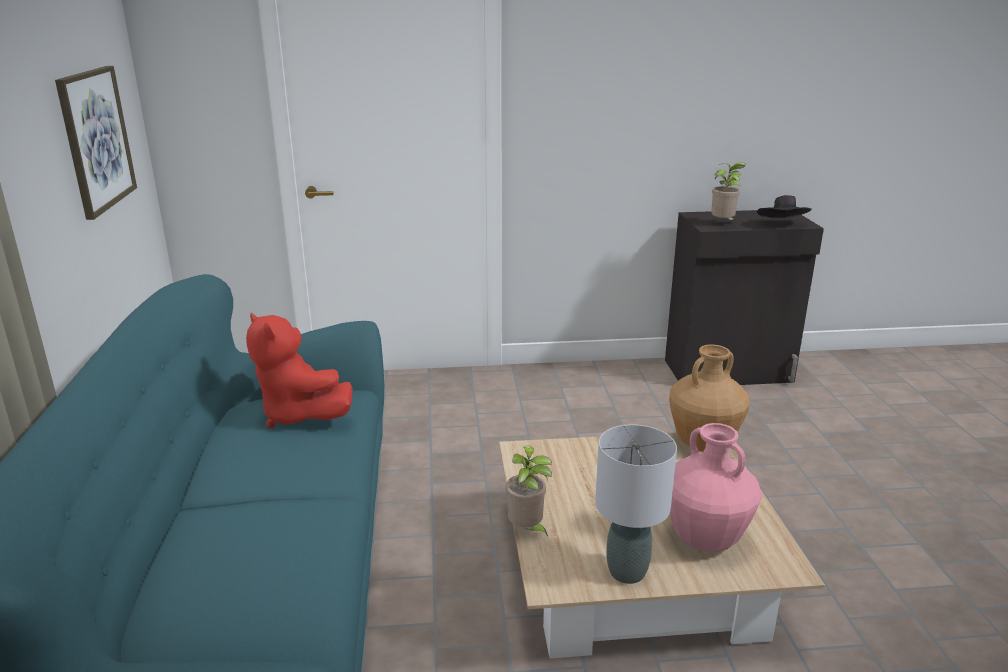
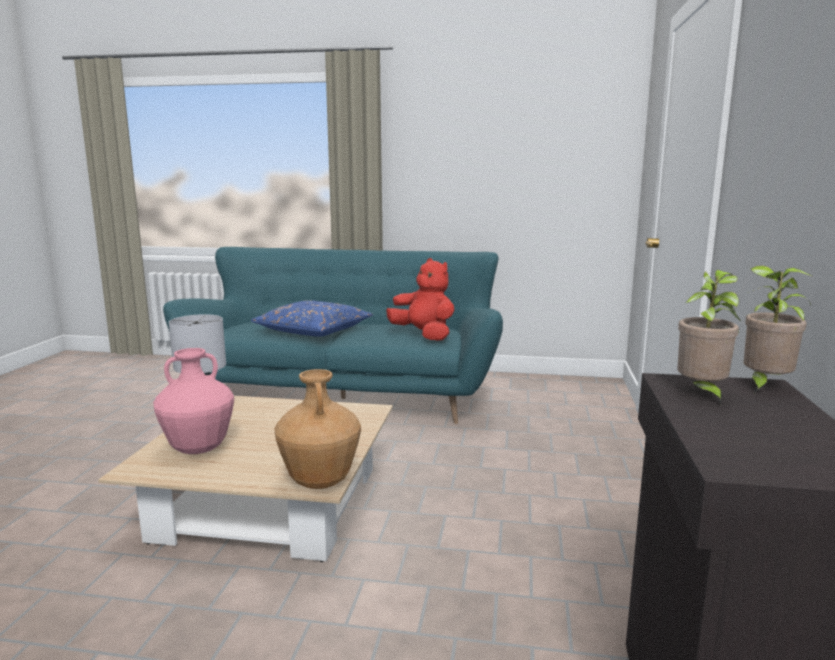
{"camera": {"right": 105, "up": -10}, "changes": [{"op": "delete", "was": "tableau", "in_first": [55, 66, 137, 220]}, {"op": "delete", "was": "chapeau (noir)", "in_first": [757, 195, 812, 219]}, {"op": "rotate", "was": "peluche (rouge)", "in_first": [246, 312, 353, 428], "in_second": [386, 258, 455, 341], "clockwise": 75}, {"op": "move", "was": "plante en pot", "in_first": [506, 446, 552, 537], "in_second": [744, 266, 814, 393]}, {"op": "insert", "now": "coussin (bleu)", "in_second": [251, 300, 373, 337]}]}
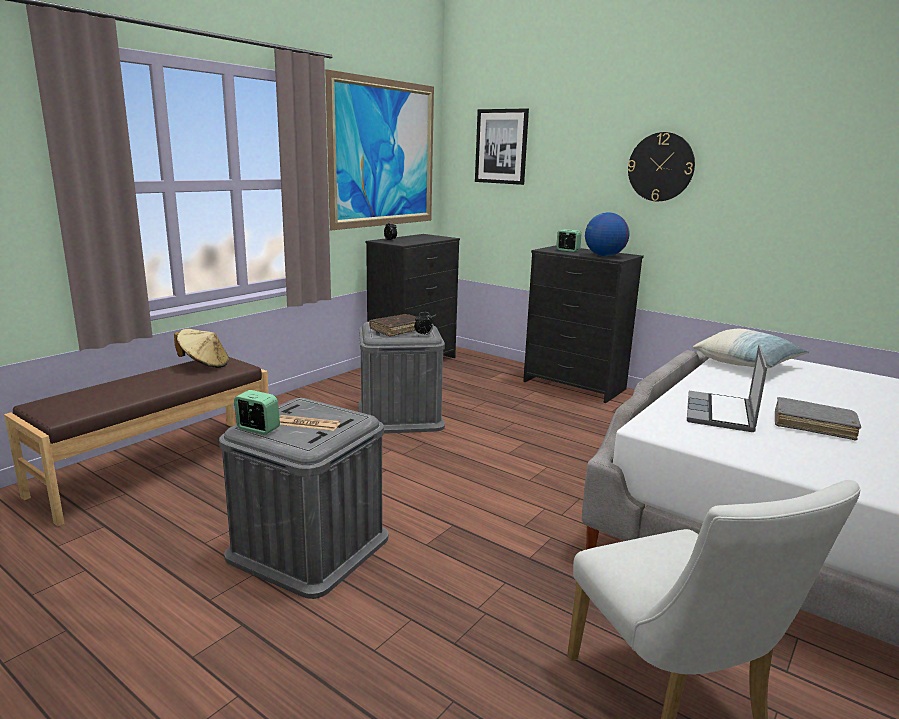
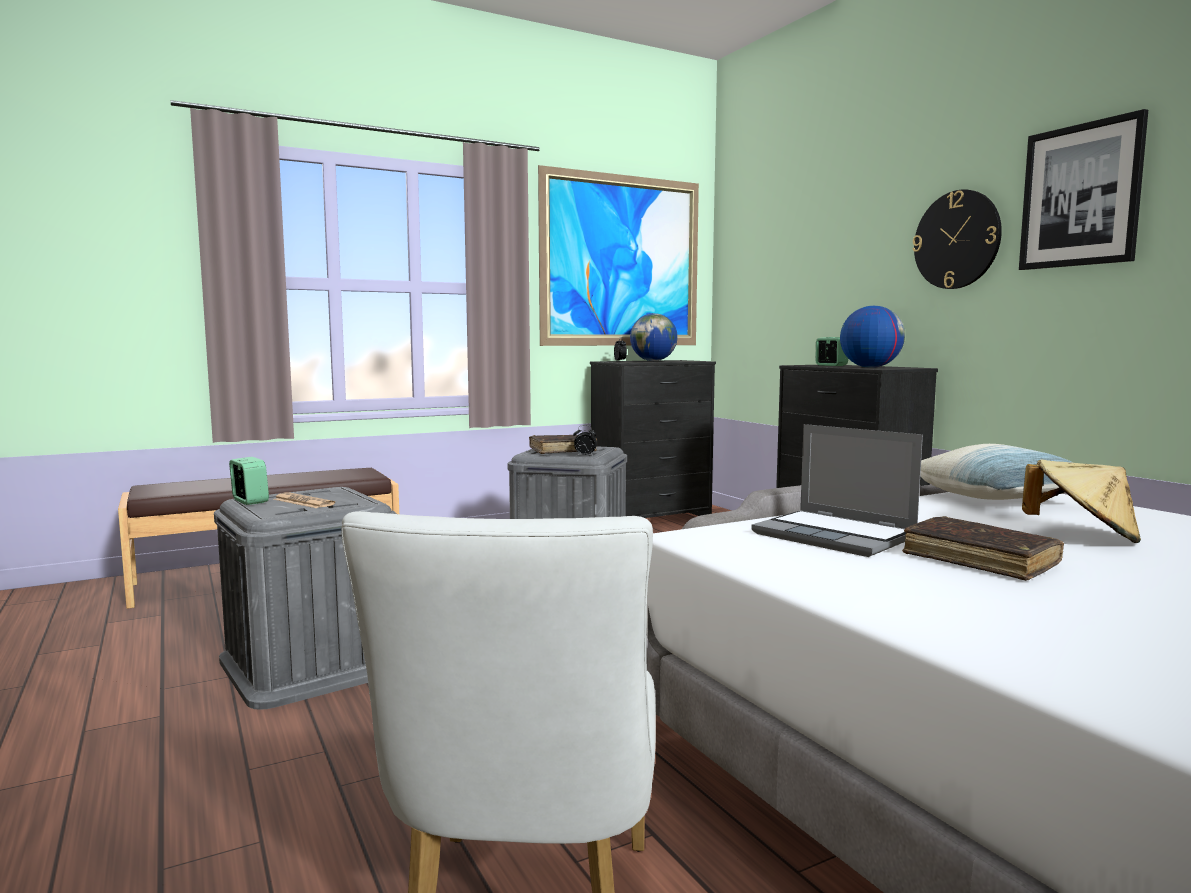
{"camera": {"right": 25, "up": -10}, "changes": [{"op": "move", "was": "tableau", "in_first": [475, 108, 529, 185], "in_second": [1019, 109, 1148, 270]}, {"op": "move", "was": "chapeau (beige)", "in_first": [174, 329, 229, 368], "in_second": [1022, 460, 1141, 543]}, {"op": "rotate", "was": "ordinateur portable", "in_first": [687, 344, 767, 432], "in_second": [751, 424, 923, 557], "clockwise": -90}, {"op": "recolor", "was": "livre (gris)", "now": "livre (marron)", "in_first": [775, 397, 861, 441], "in_second": [902, 516, 1064, 581]}, {"op": "insert", "now": "globe", "in_second": [630, 313, 678, 361]}]}
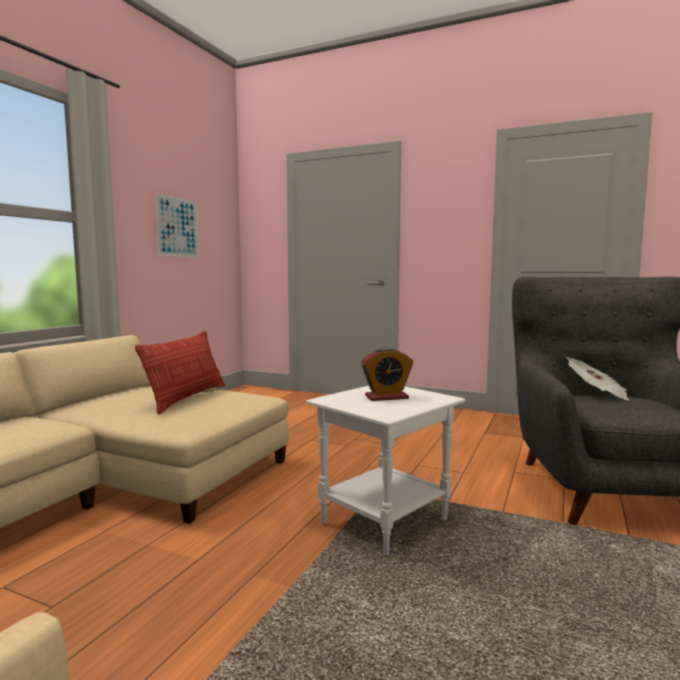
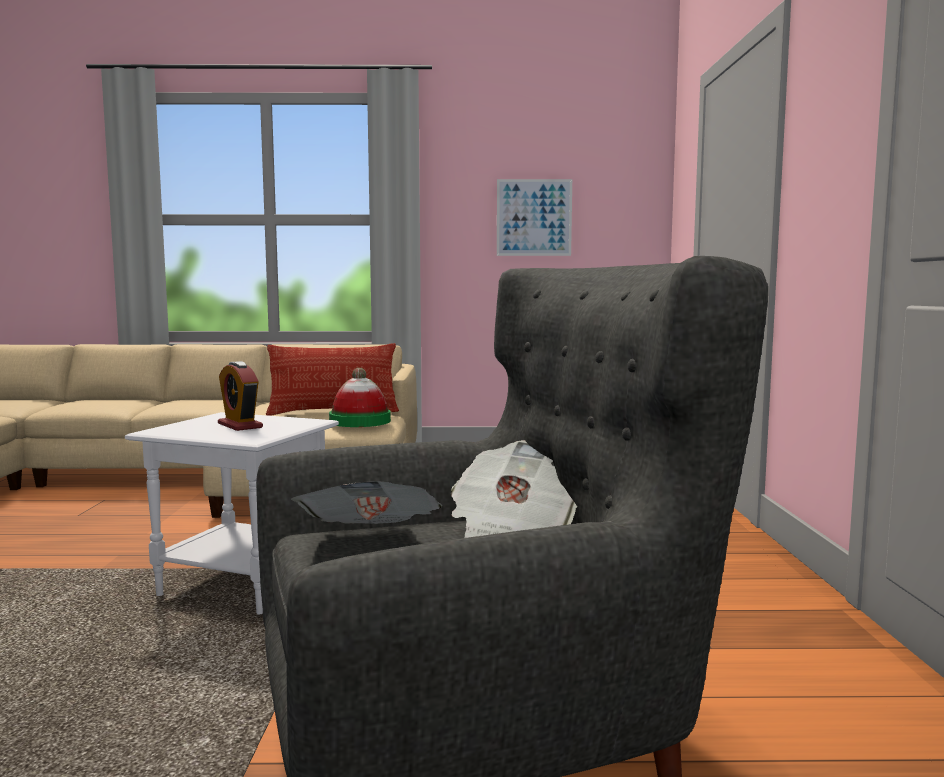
{"camera": {"right": 65, "up": 0}, "changes": [{"op": "insert", "now": "chapeau", "in_second": [329, 368, 391, 427]}, {"op": "insert", "now": "journal", "in_second": [291, 481, 442, 524]}]}
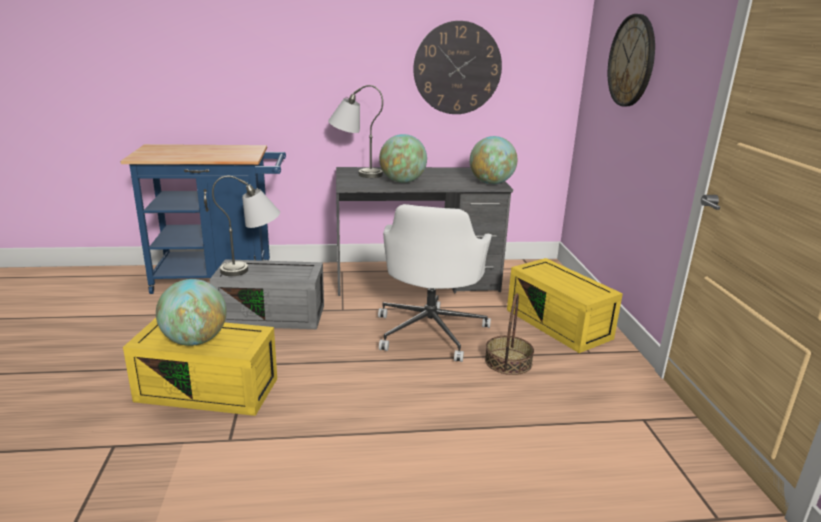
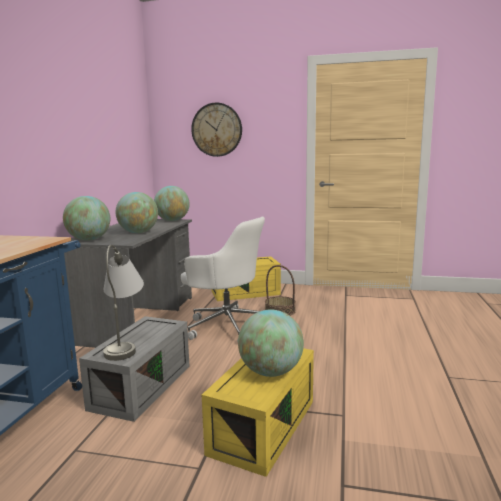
{"camera": {"right": -70, "up": -10}, "changes": [{"op": "delete", "was": "horloge murale", "in_first": [413, 21, 502, 114]}, {"op": "replace", "was": "lampe de table (gris)", "now": "globe", "in_first": [328, 85, 383, 178], "in_second": [63, 196, 110, 241]}]}
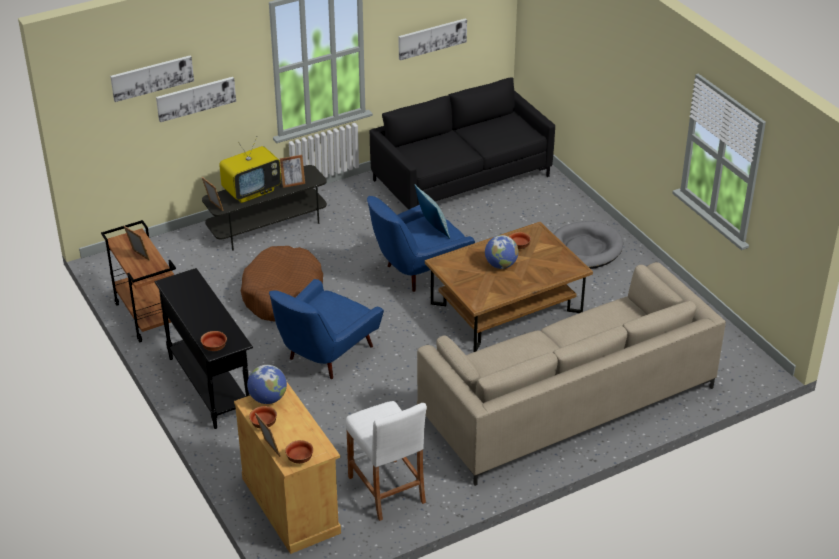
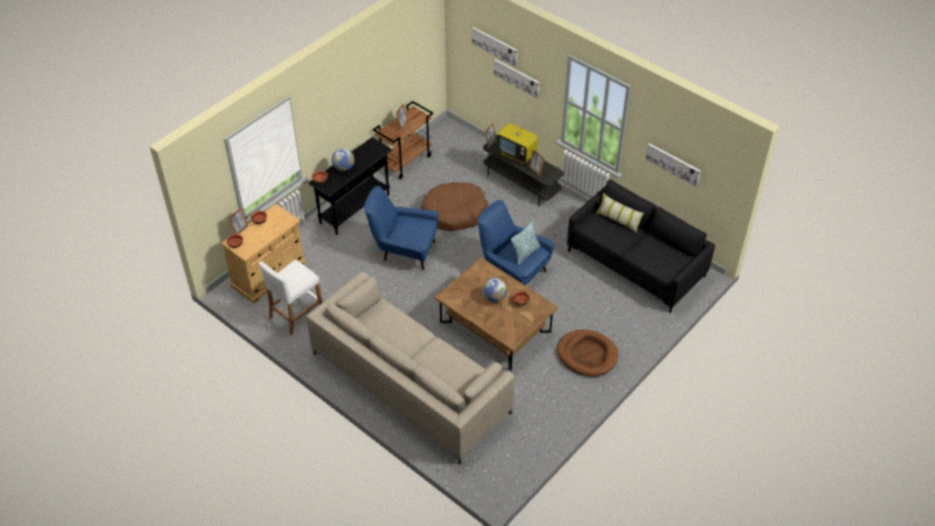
{"camera": {"right": 70, "up": 10}, "changes": [{"op": "recolor", "was": "panier pour chien (gris)", "now": "panier pour chien (marron)", "in_first": [553, 221, 623, 269], "in_second": [557, 330, 618, 376]}, {"op": "move", "was": "globe", "in_first": [247, 365, 287, 404], "in_second": [332, 148, 355, 171]}, {"op": "insert", "now": "coussin", "in_second": [596, 193, 644, 233]}]}
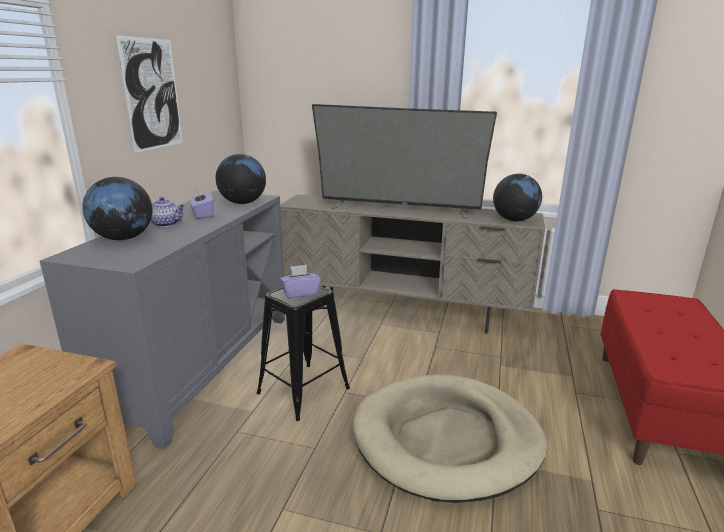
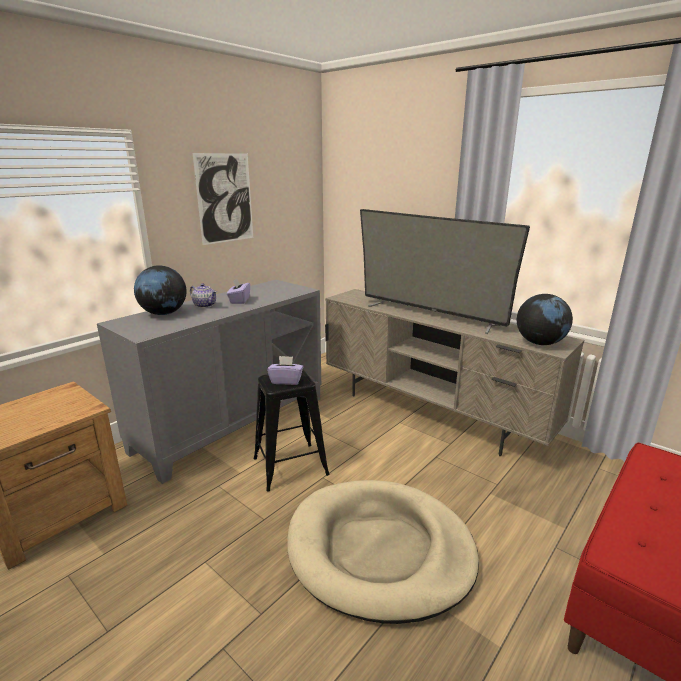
{"camera": {"right": 25, "up": 0}, "changes": [{"op": "delete", "was": "globe", "in_first": [216, 154, 266, 204]}]}
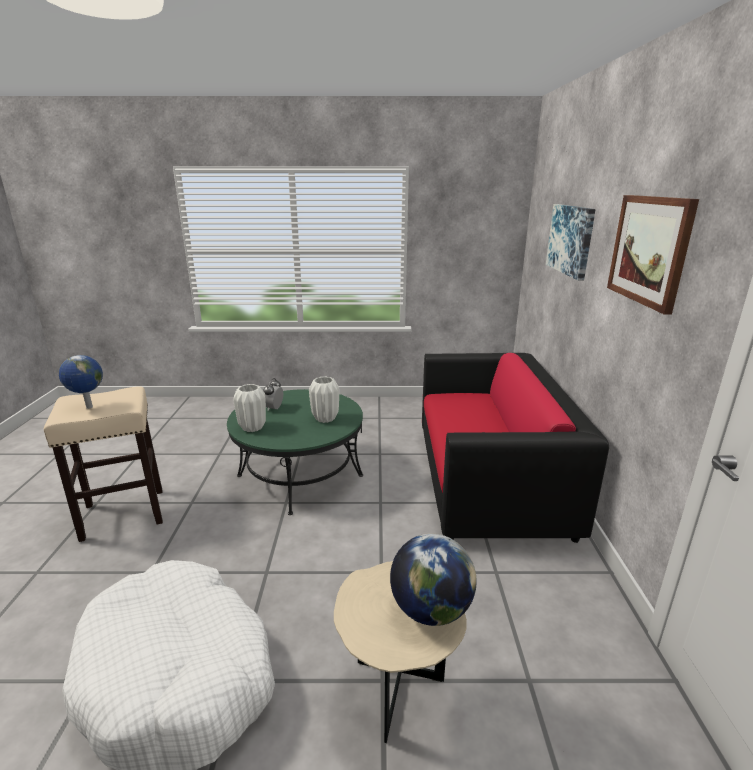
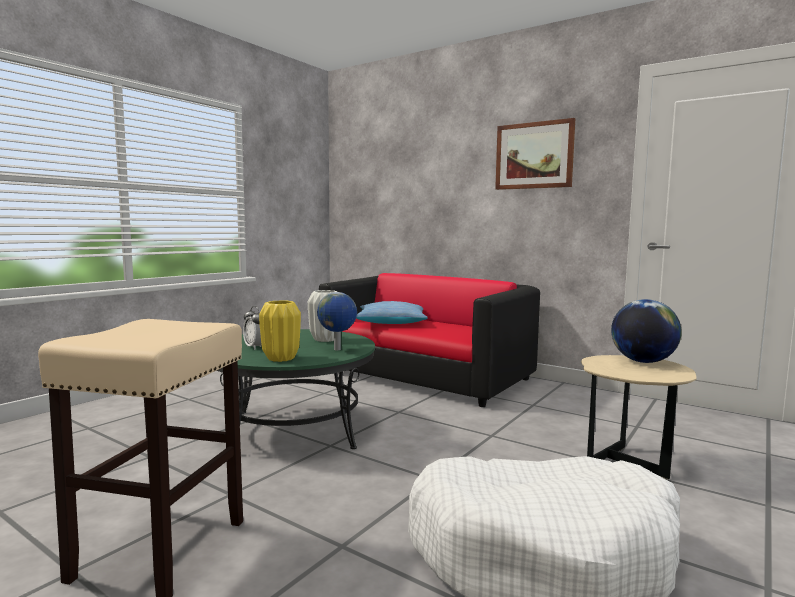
{"camera": {"right": -55, "up": -15}, "changes": [{"op": "delete", "was": "tableau", "in_first": [546, 204, 596, 281]}, {"op": "move", "was": "globe", "in_first": [59, 355, 103, 409], "in_second": [317, 292, 357, 350]}, {"op": "recolor", "was": "vase (blanc)", "now": "vase (jaune)", "in_first": [233, 384, 266, 432], "in_second": [259, 300, 301, 362]}, {"op": "insert", "now": "coussin", "in_second": [356, 301, 428, 324]}]}
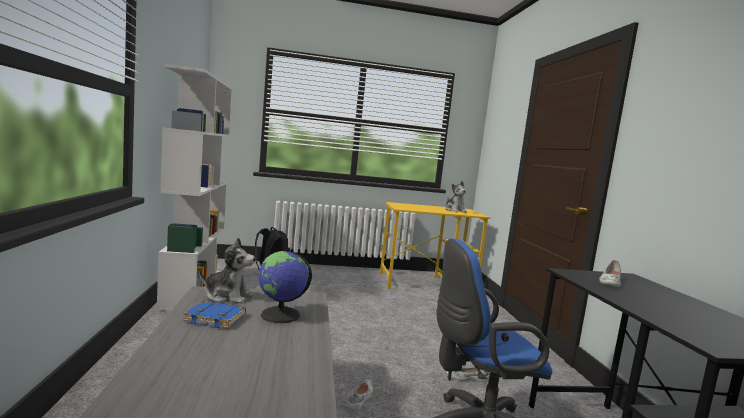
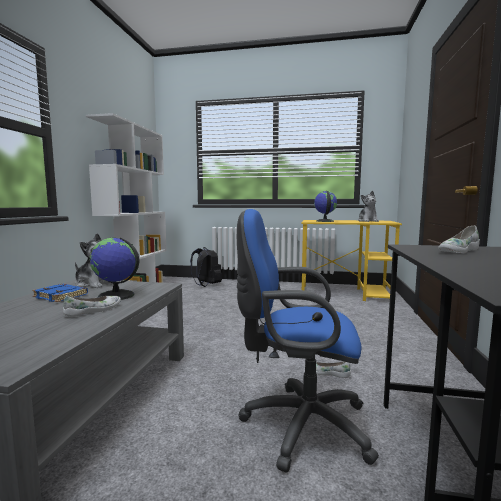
{"camera": {"right": 20, "up": 0}, "changes": [{"op": "move", "was": "chaussure (blanc)", "in_first": [348, 380, 373, 411], "in_second": [63, 295, 121, 317]}, {"op": "insert", "now": "globe", "in_second": [314, 191, 337, 222]}]}
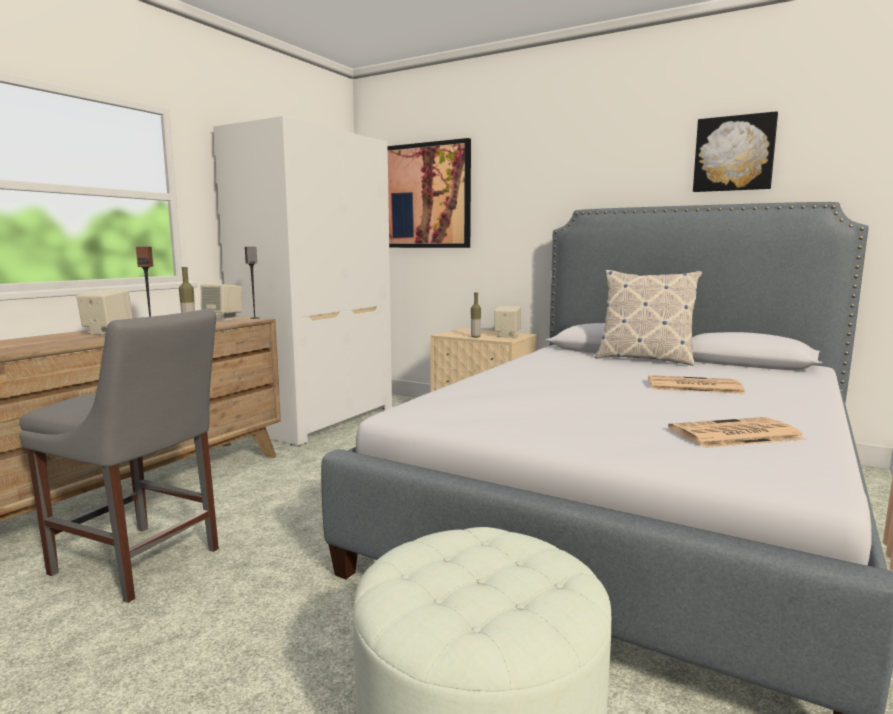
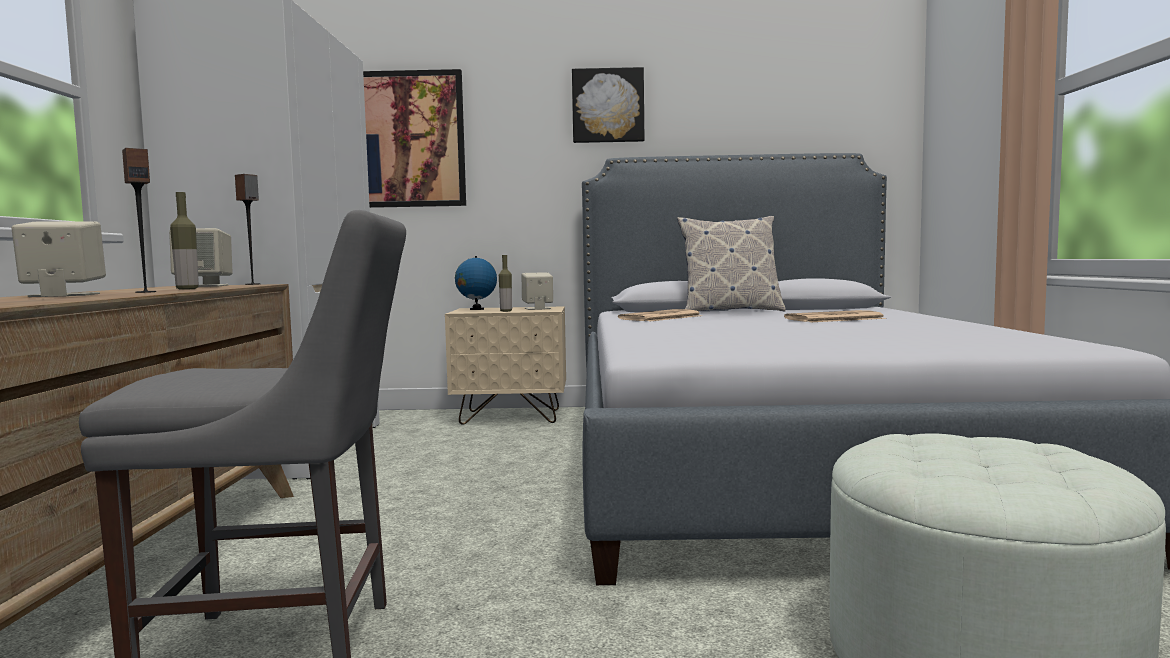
{"camera": {"right": -30, "up": -5}, "changes": [{"op": "move", "was": "tableau", "in_first": [693, 111, 778, 192], "in_second": [572, 67, 644, 143]}, {"op": "move", "was": "journal", "in_first": [668, 417, 806, 448], "in_second": [618, 309, 702, 322]}, {"op": "insert", "now": "globe", "in_second": [455, 256, 497, 310]}]}
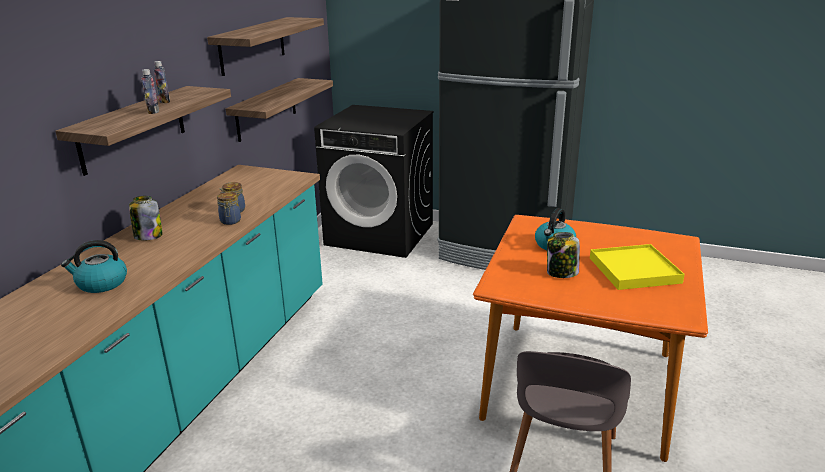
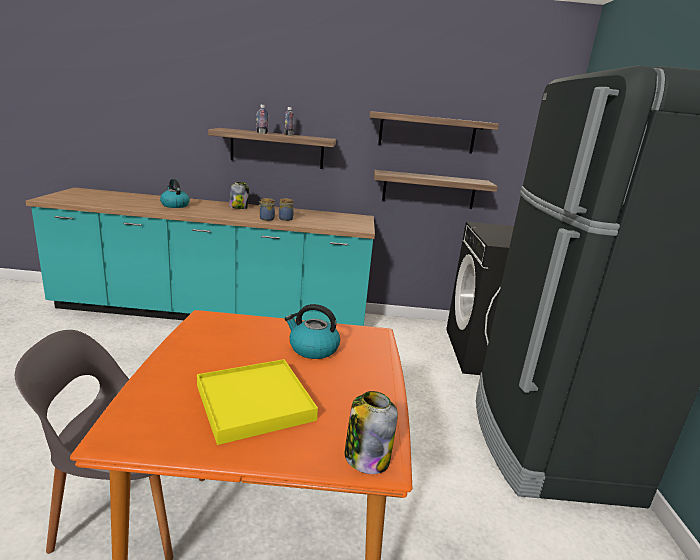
{"camera": {"right": 70, "up": -5}, "changes": [{"op": "move", "was": "bocal", "in_first": [547, 232, 580, 278], "in_second": [345, 391, 398, 474]}]}
